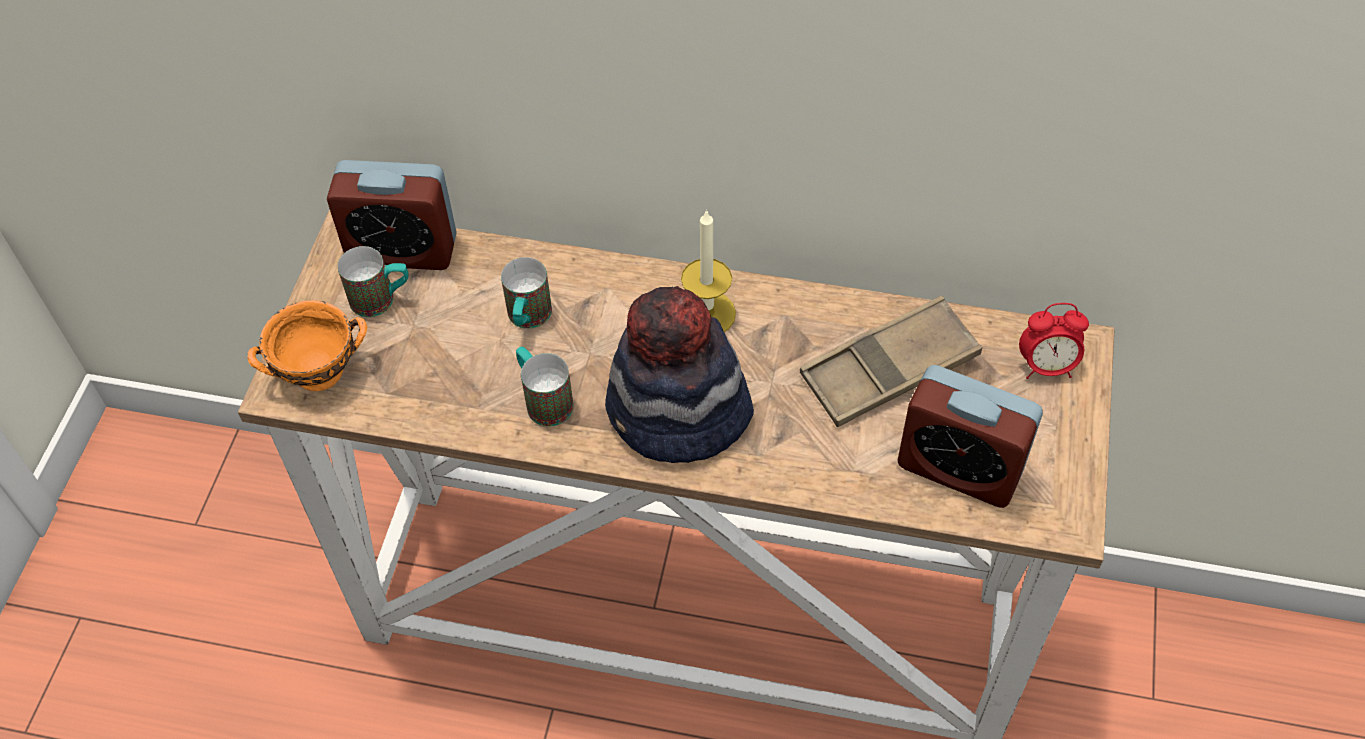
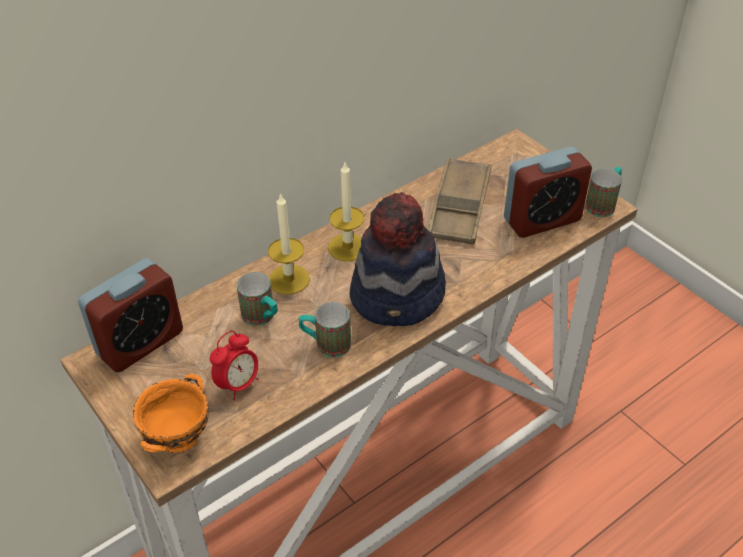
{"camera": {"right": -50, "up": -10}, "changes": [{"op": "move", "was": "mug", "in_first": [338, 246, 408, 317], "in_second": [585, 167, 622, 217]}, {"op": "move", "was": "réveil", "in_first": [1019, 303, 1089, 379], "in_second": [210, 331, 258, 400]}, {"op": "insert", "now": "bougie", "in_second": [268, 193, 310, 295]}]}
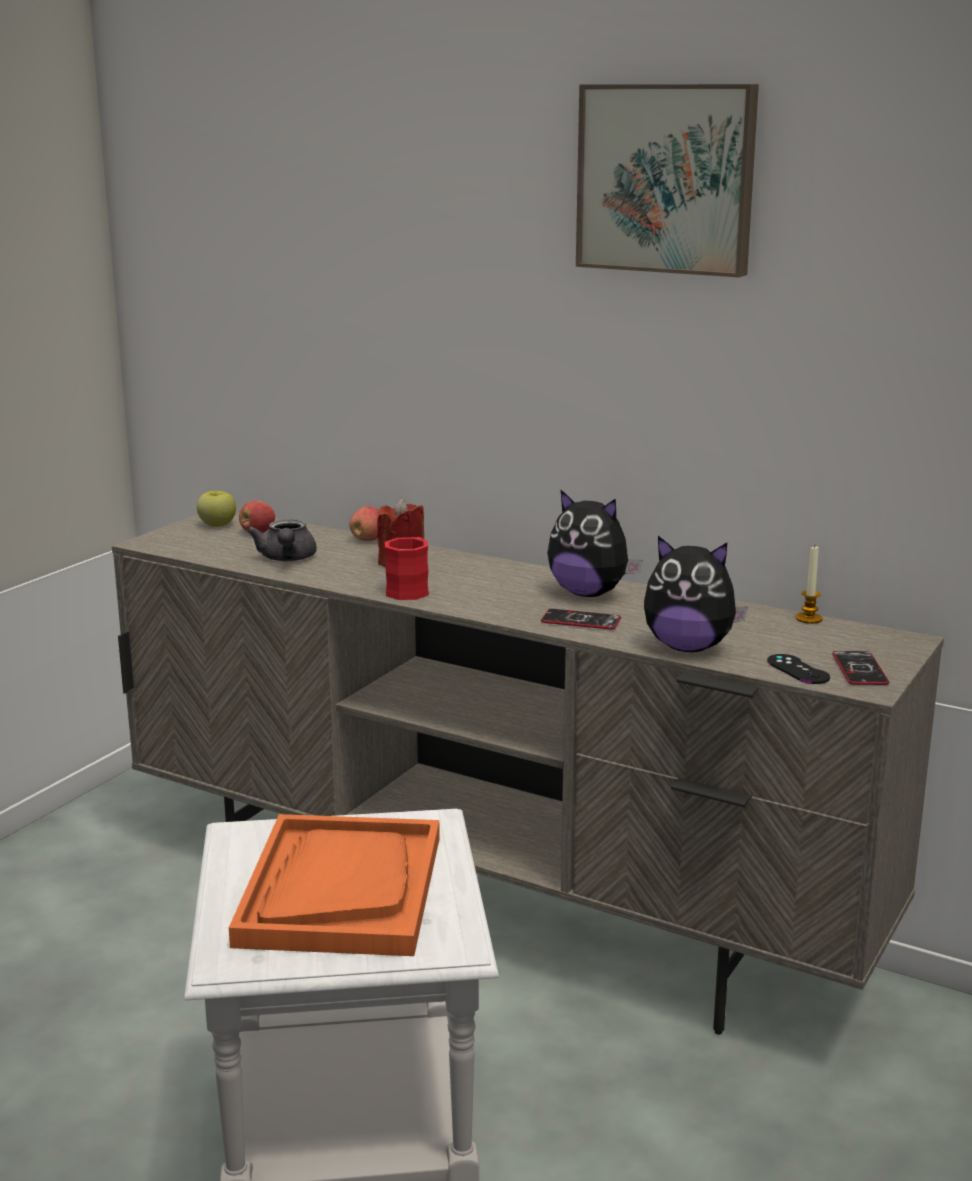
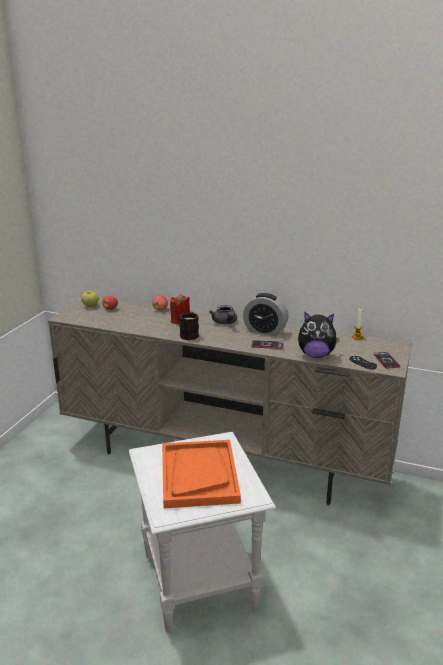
{"camera": {"right": -10, "up": 5}, "changes": [{"op": "delete", "was": "tableau", "in_first": [576, 84, 759, 277]}, {"op": "replace", "was": "peluche", "now": "réveil", "in_first": [547, 489, 642, 597], "in_second": [243, 293, 288, 336]}, {"op": "move", "was": "théière (gris)", "in_first": [247, 519, 317, 561], "in_second": [209, 305, 237, 324]}, {"op": "recolor", "was": "mug (rouge)", "now": "mug (noir)", "in_first": [385, 537, 429, 600], "in_second": [179, 312, 199, 340]}]}
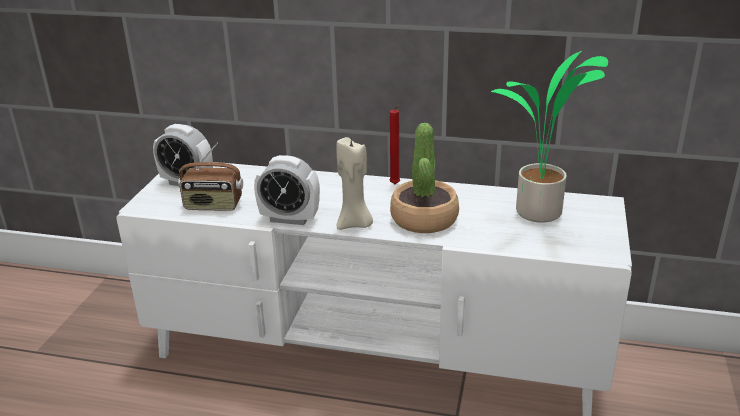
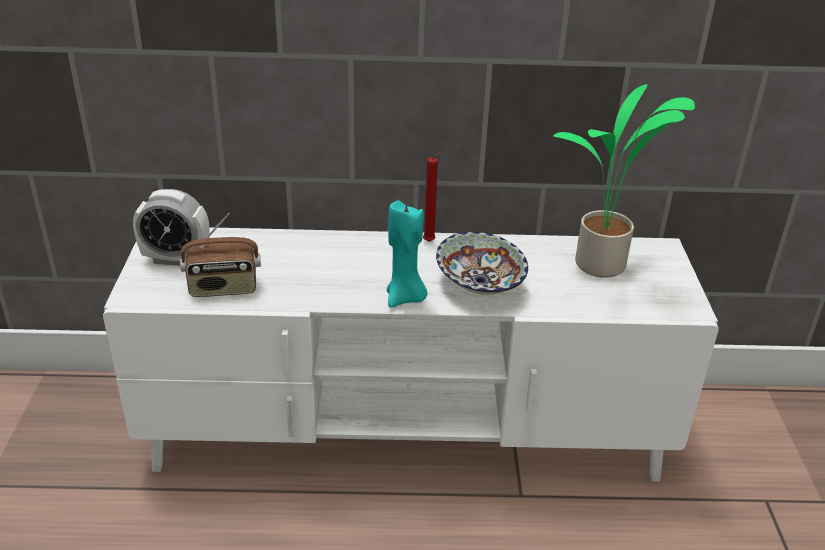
{"camera": {"right": -15, "up": 5}, "changes": [{"op": "replace", "was": "plante en pot", "now": "bol", "in_first": [390, 123, 459, 233], "in_second": [436, 232, 528, 295]}, {"op": "recolor", "was": "bougie (beige)", "now": "bougie (turquoise)", "in_first": [336, 137, 373, 230], "in_second": [387, 200, 427, 308]}, {"op": "delete", "was": "réveil", "in_first": [254, 155, 320, 225]}]}
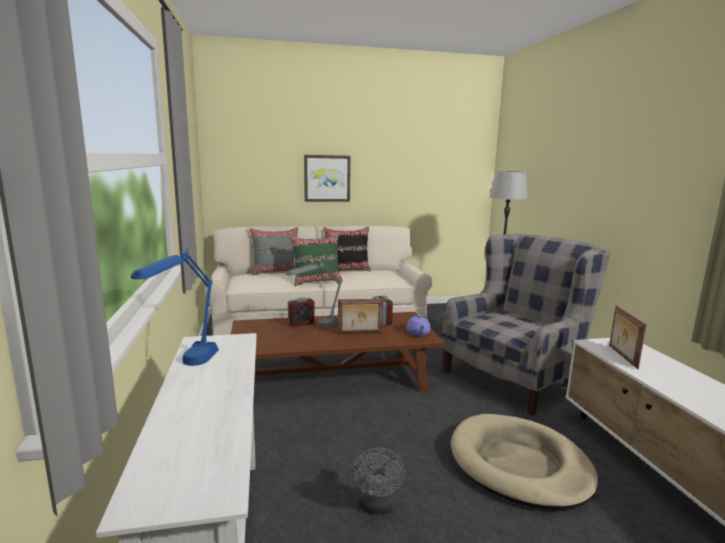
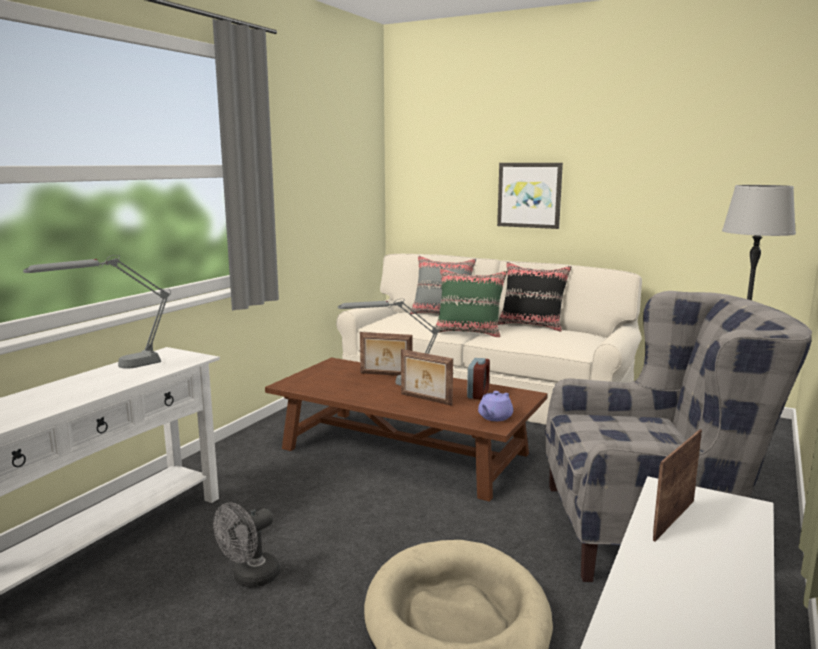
{"camera": {"right": 40, "up": 0}, "changes": [{"op": "recolor", "was": "lampe de table (bleu)", "now": "lampe de table (gris)", "in_first": [131, 248, 219, 366], "in_second": [23, 255, 171, 369]}, {"op": "replace", "was": "réveil", "now": "cadre photo", "in_first": [288, 298, 315, 327], "in_second": [360, 332, 413, 376]}]}
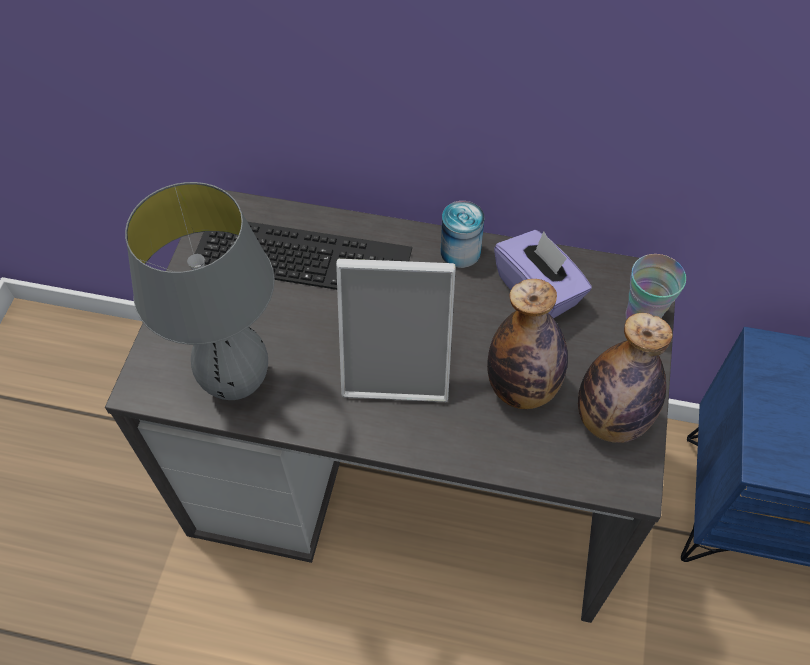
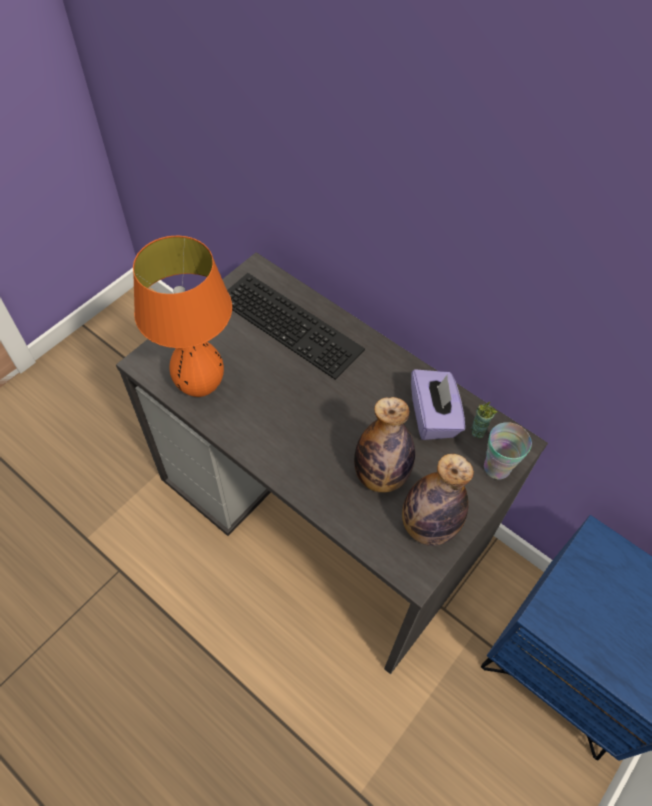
{"camera": {"right": 25, "up": 0}, "changes": [{"op": "recolor", "was": "lampe de table (gris)", "now": "lampe de table (orange)", "in_first": [125, 182, 275, 400], "in_second": [133, 236, 232, 397]}, {"op": "delete", "was": "boîte métallique", "in_first": [441, 201, 484, 268]}, {"op": "delete", "was": "cadre photo", "in_first": [336, 259, 456, 402]}, {"op": "insert", "now": "tasse", "in_second": [471, 402, 497, 438]}]}
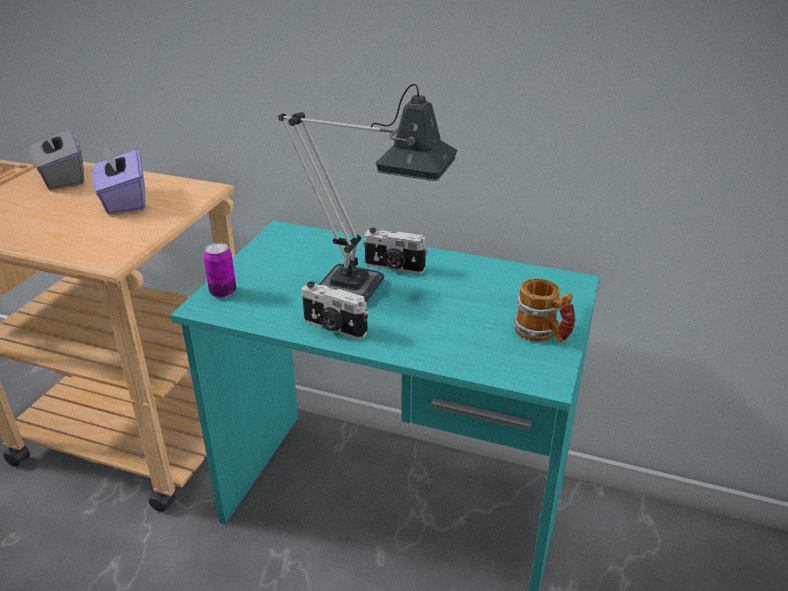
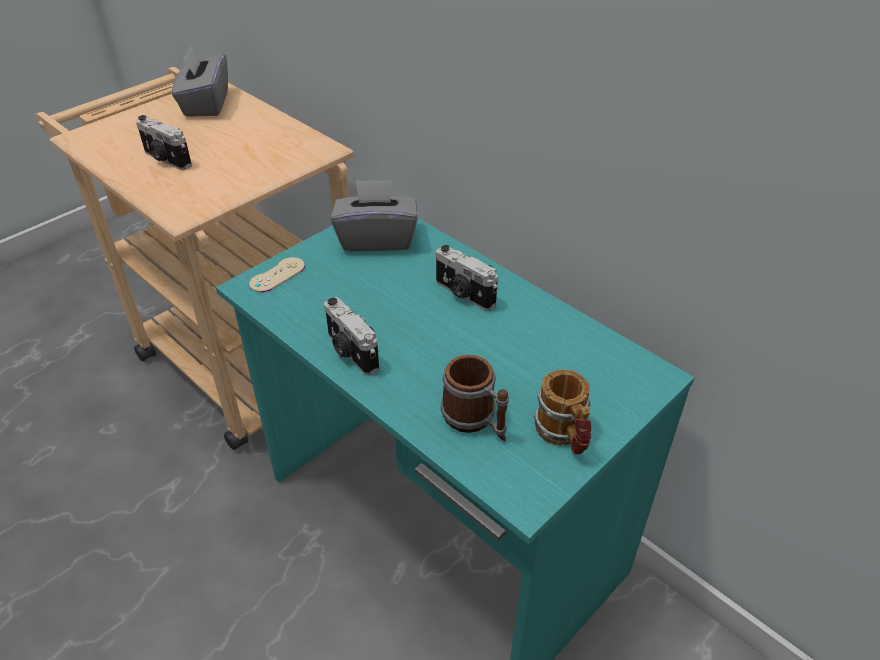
{"camera": {"right": 25, "up": 10}, "changes": [{"op": "delete", "was": "lampe de table", "in_first": [278, 84, 457, 302]}, {"op": "delete", "was": "boîte à mouchoirs (violet)", "in_first": [92, 143, 145, 215]}, {"op": "replace", "was": "boîte métallique", "now": "manette (beige)", "in_first": [203, 243, 236, 298], "in_second": [249, 257, 305, 293]}, {"op": "insert", "now": "appareil photo", "in_second": [136, 115, 192, 170]}, {"op": "insert", "now": "boîte à mouchoirs (gris)", "in_second": [331, 180, 418, 252]}, {"op": "insert", "now": "mug", "in_second": [441, 355, 509, 441]}]}
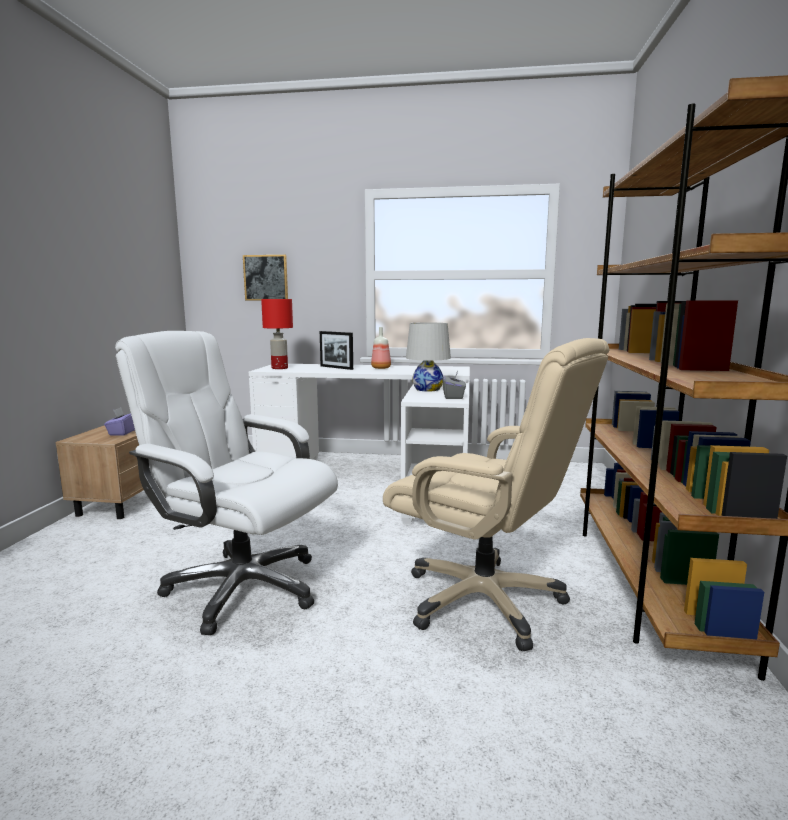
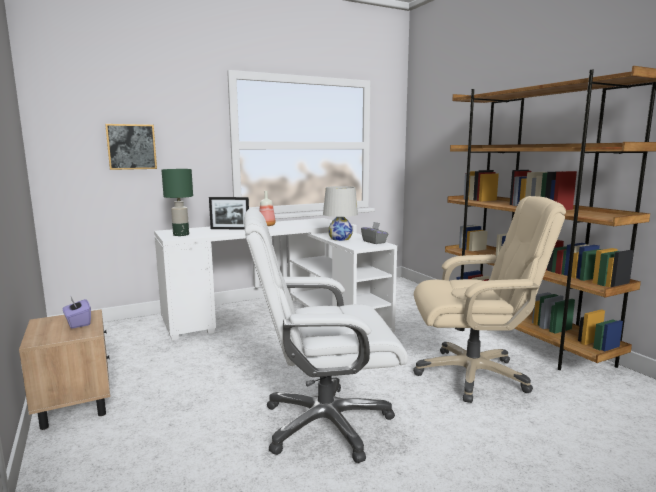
{"camera": {"right": -35, "up": 0}, "changes": [{"op": "recolor", "was": "lampe de table (rouge)", "now": "lampe de table (vert)", "in_first": [261, 299, 293, 369], "in_second": [162, 169, 193, 236]}]}
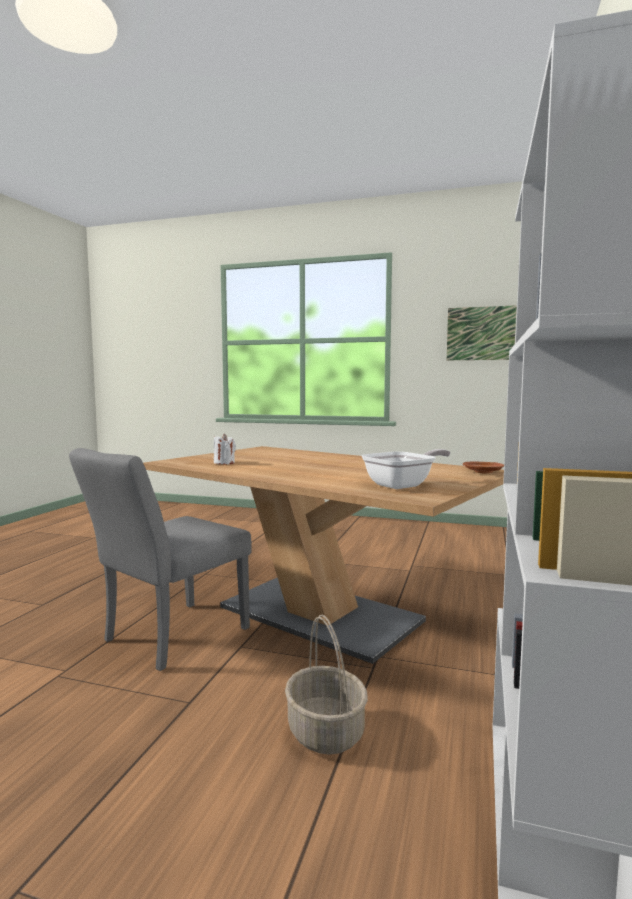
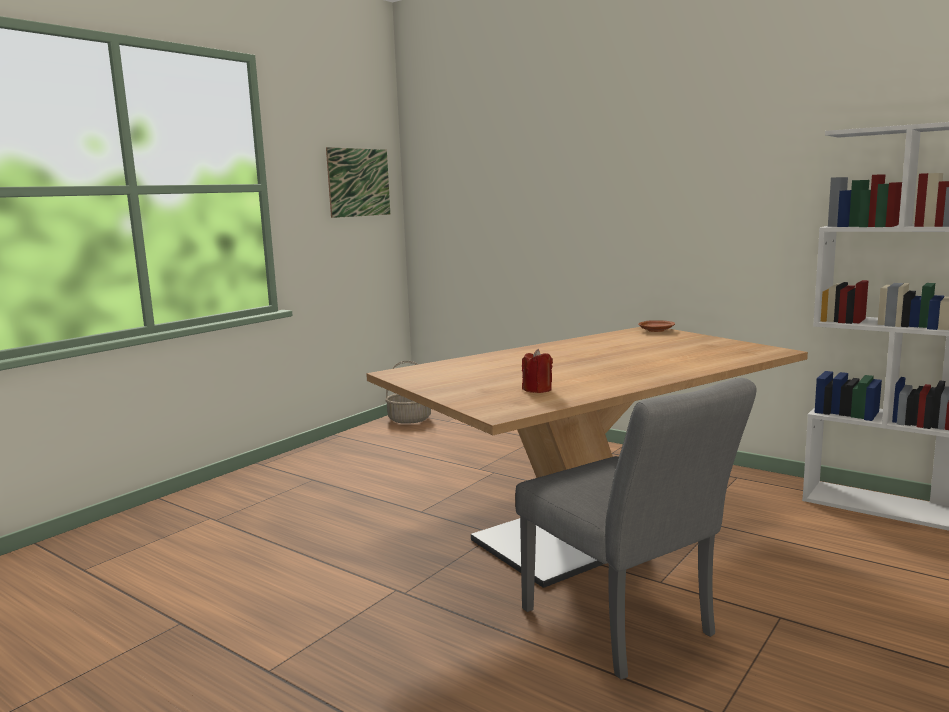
{"camera": {"right": -70, "up": 5}, "changes": [{"op": "recolor", "was": "bougie (blanc)", "now": "bougie (rouge)", "in_first": [214, 434, 236, 465], "in_second": [522, 349, 553, 393]}, {"op": "delete", "was": "poêle", "in_first": [361, 449, 451, 489]}, {"op": "move", "was": "panier", "in_first": [285, 614, 368, 755], "in_second": [385, 361, 431, 424]}]}
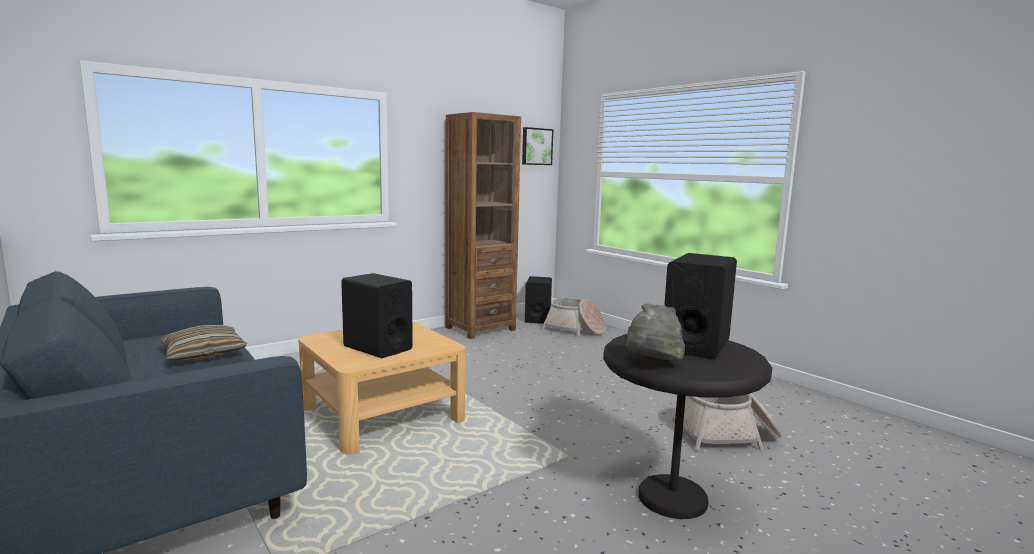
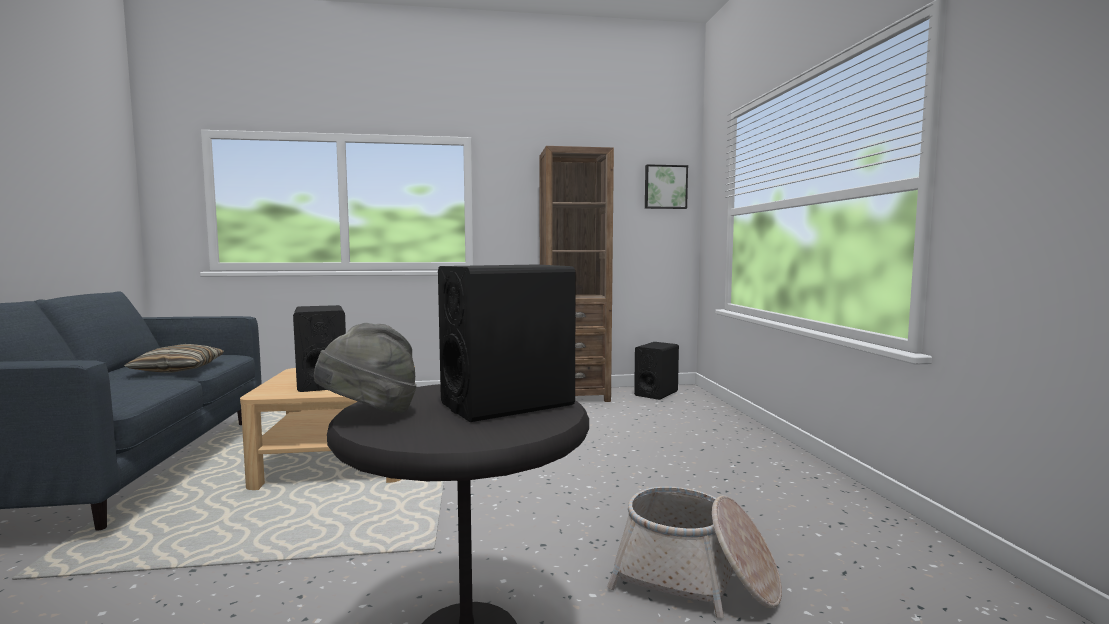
{"camera": {"right": 30, "up": -5}, "changes": [{"op": "delete", "was": "panier", "in_first": [542, 298, 606, 336]}]}
